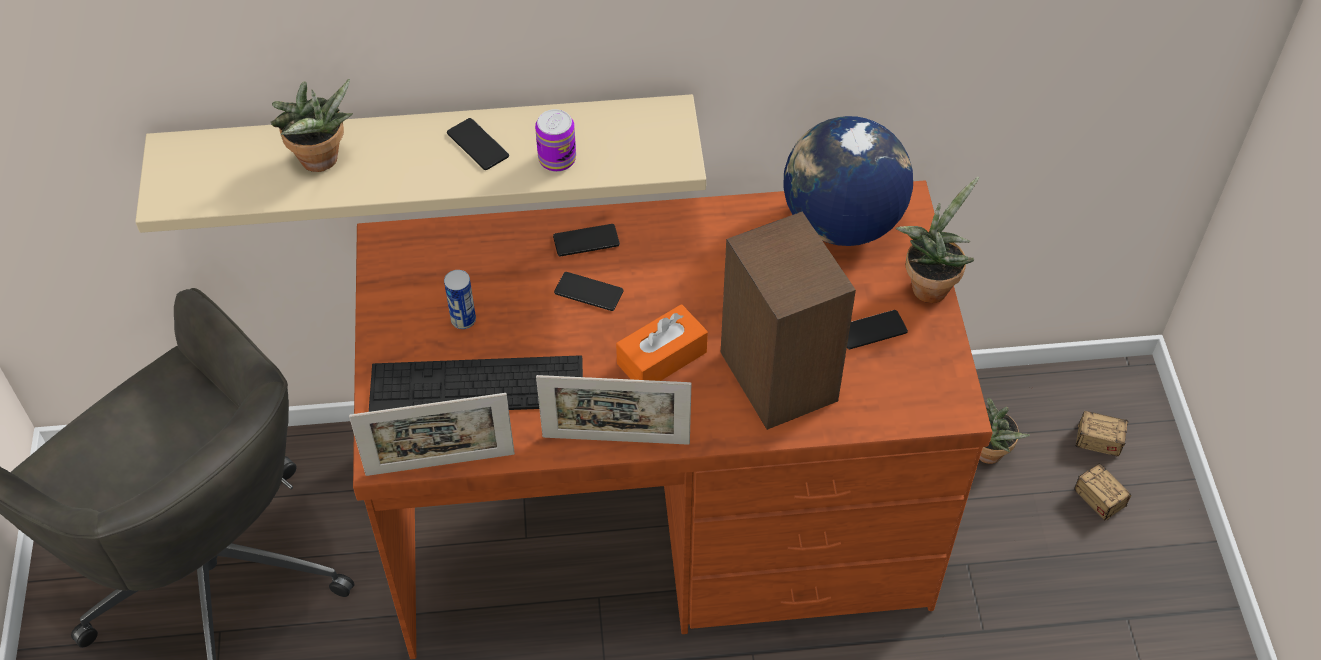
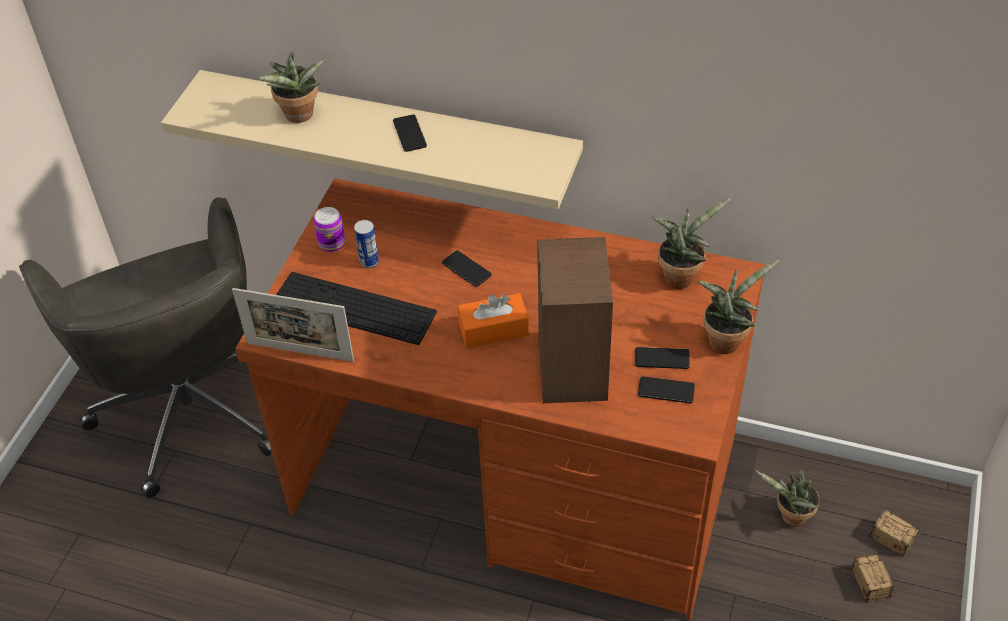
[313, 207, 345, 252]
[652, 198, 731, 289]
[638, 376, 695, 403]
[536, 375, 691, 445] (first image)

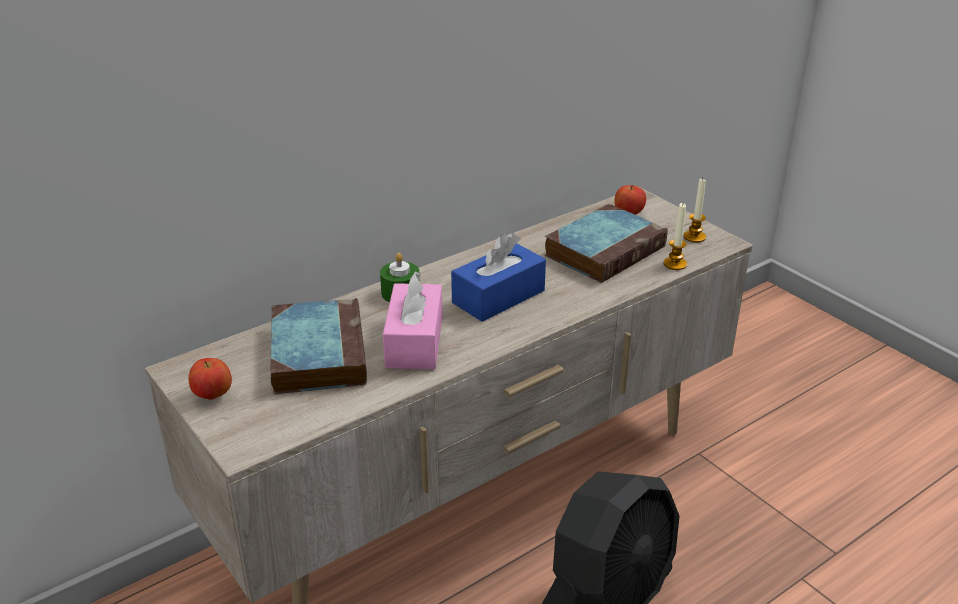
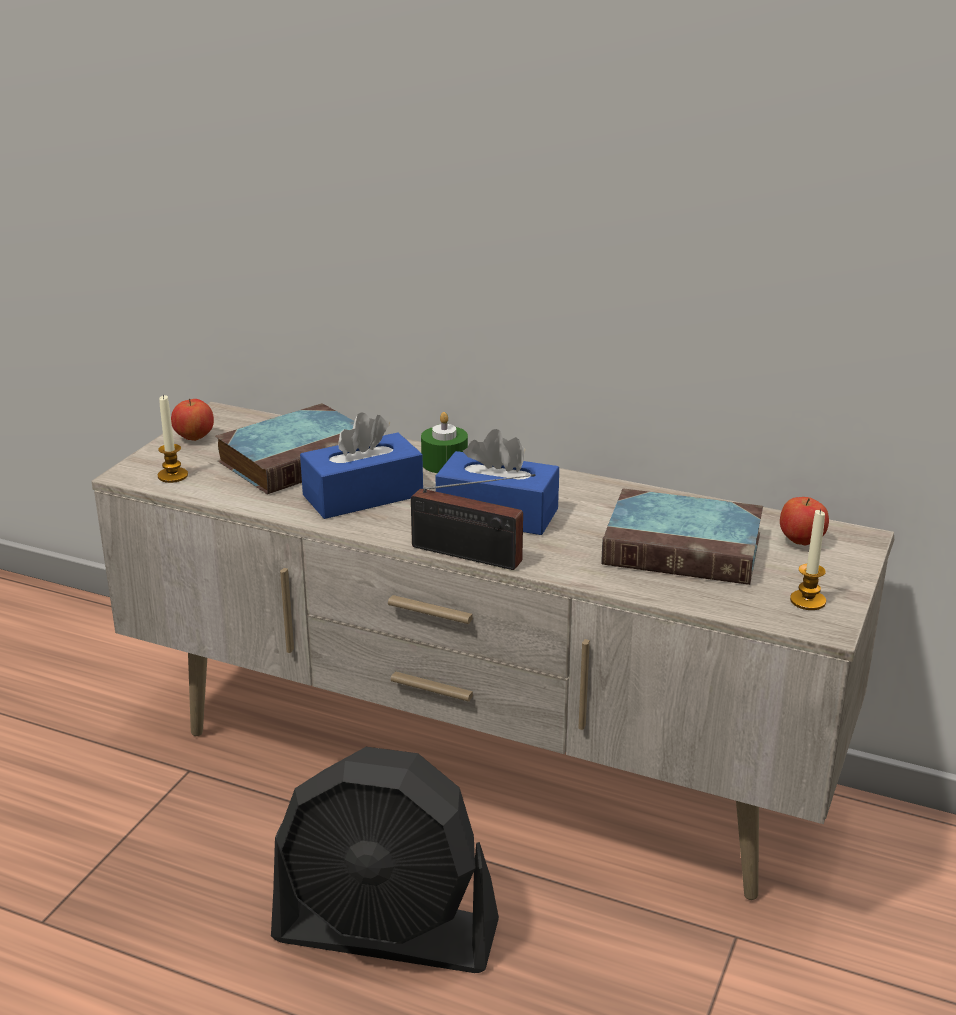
[158, 394, 188, 483]
[300, 412, 423, 519]
[411, 474, 536, 570]

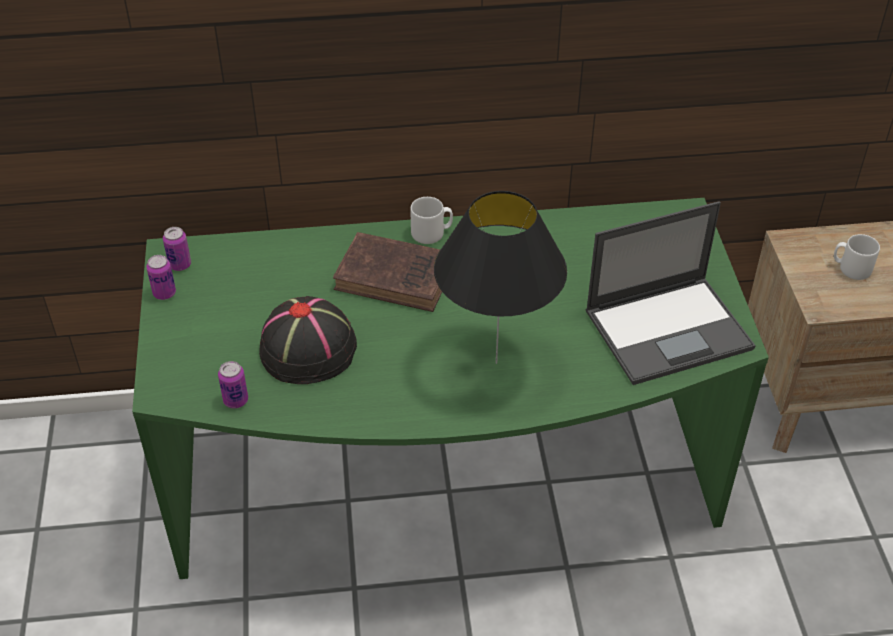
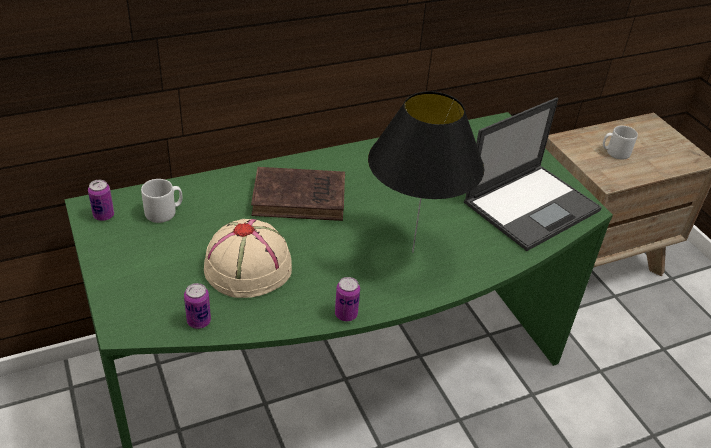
[141, 179, 182, 223]
[335, 277, 360, 321]
[204, 219, 292, 298]

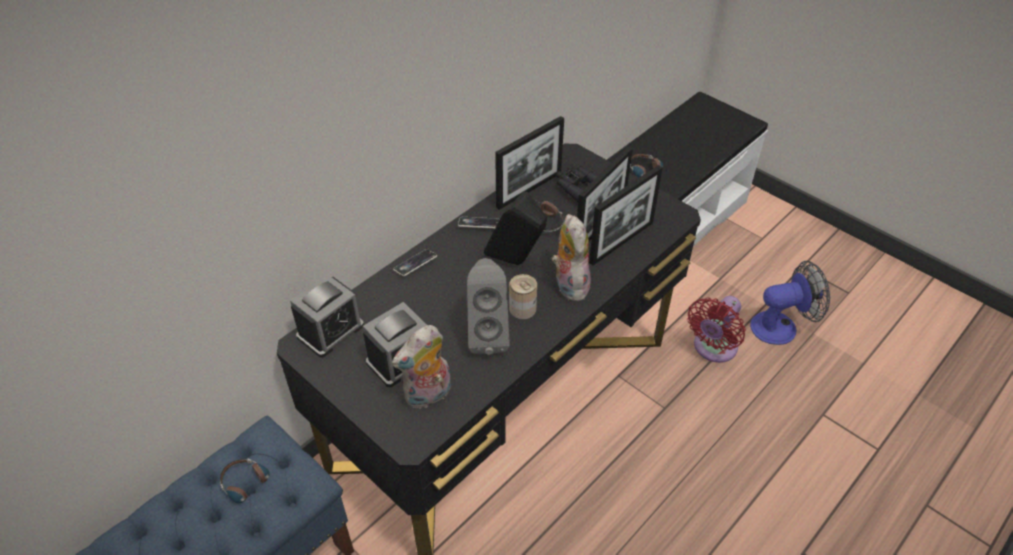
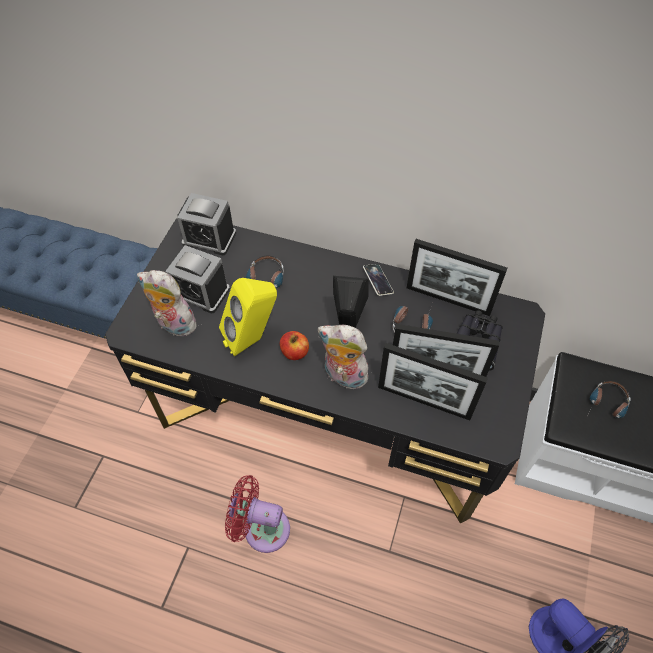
[318, 325, 368, 389]
[393, 249, 437, 276] (first image)
[219, 278, 277, 357]
[280, 331, 309, 360]
[225, 475, 290, 553]
[246, 255, 284, 288]

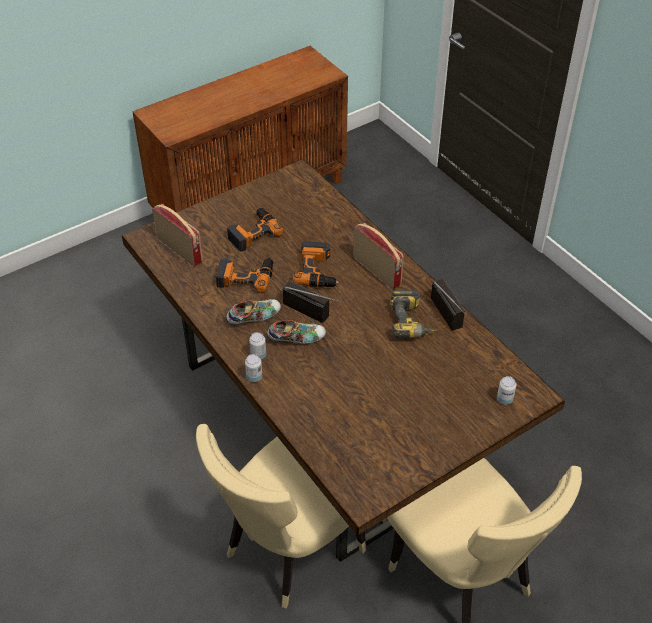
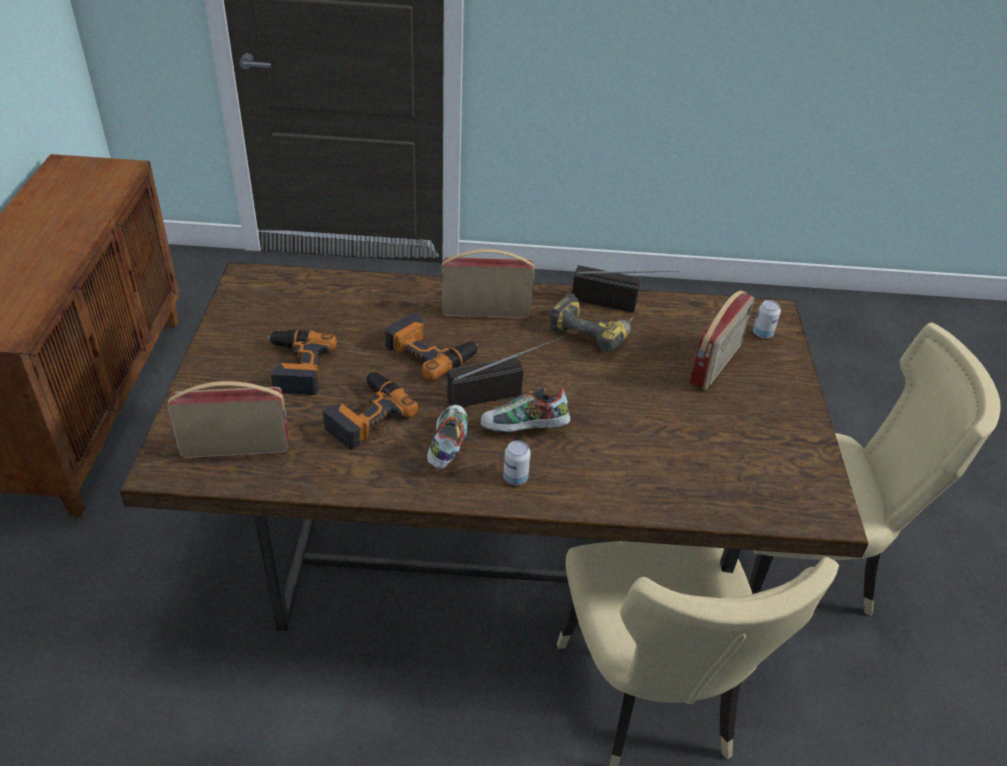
[480, 387, 571, 432]
[245, 354, 262, 382] (first image)
[689, 291, 754, 390]

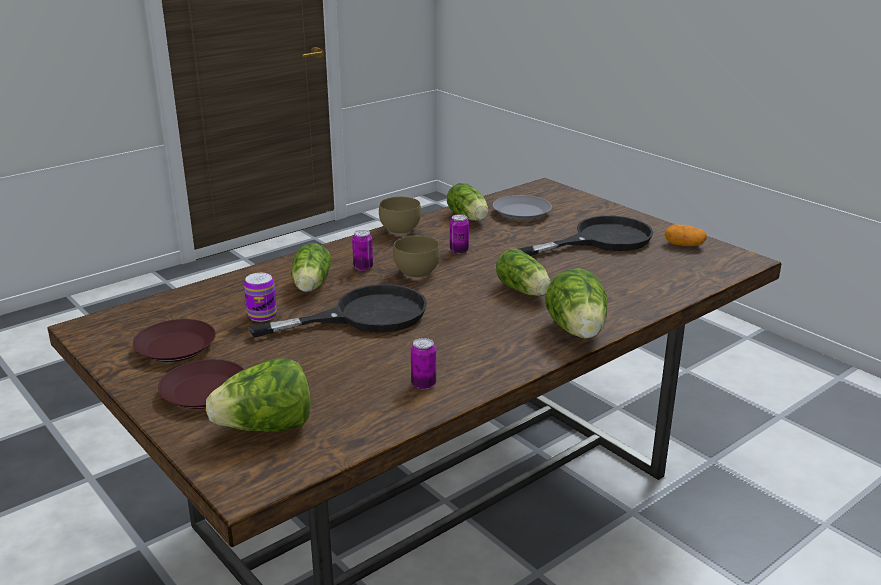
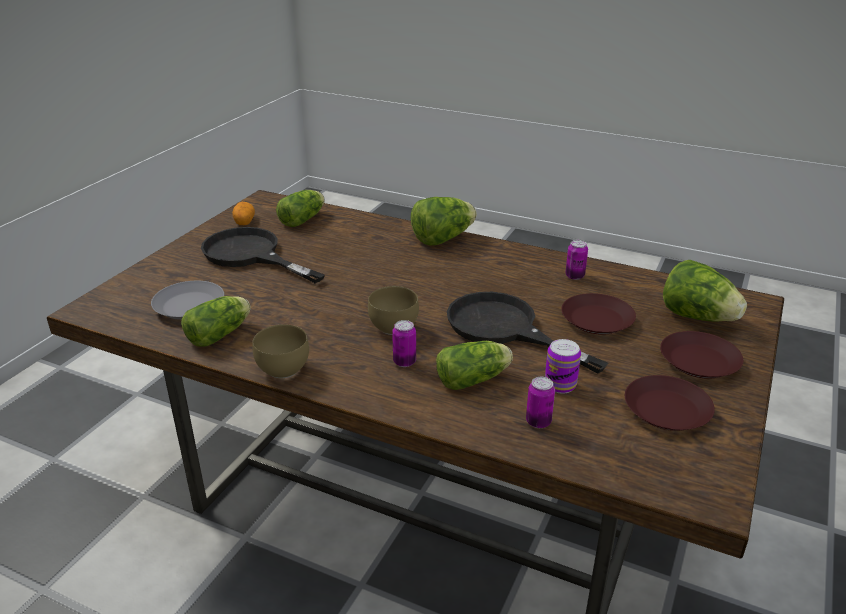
[526, 377, 555, 428]
[276, 190, 324, 227]
[561, 293, 636, 335]

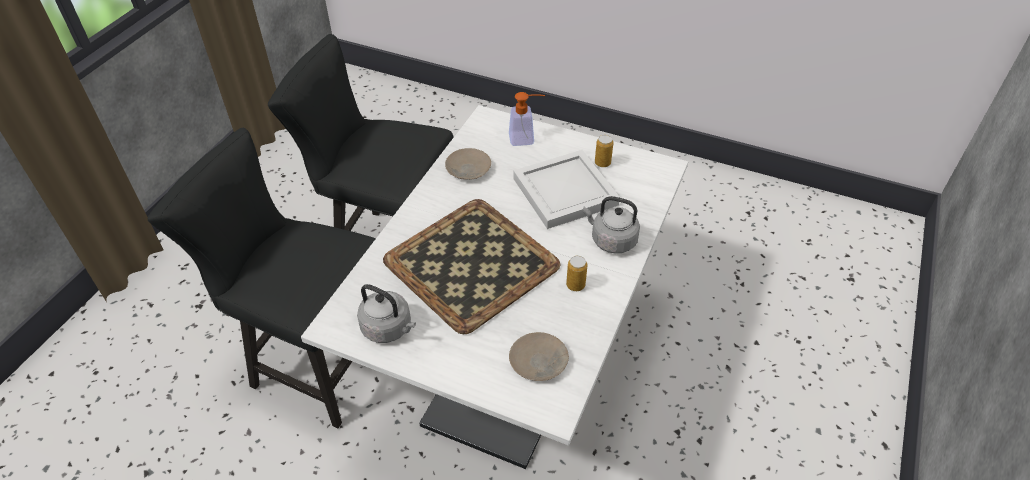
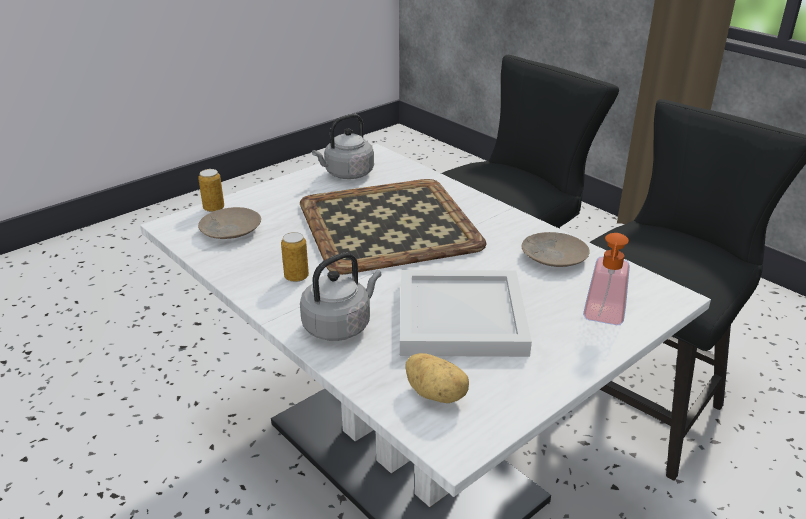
[198, 169, 224, 212]
[405, 353, 469, 403]

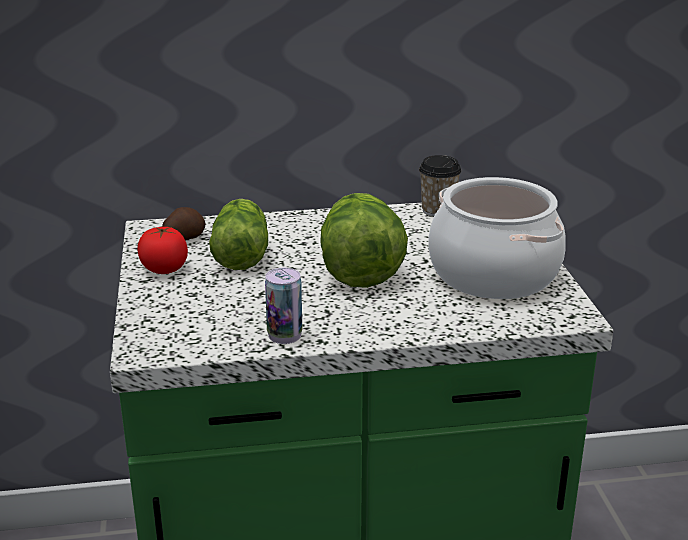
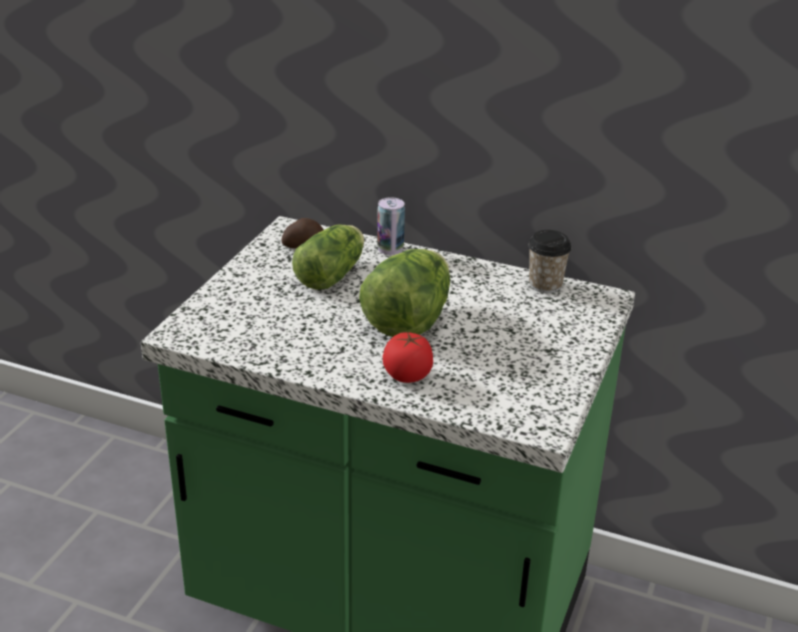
[428, 177, 566, 299] (first image)
[383, 332, 433, 383]
[377, 197, 405, 255]

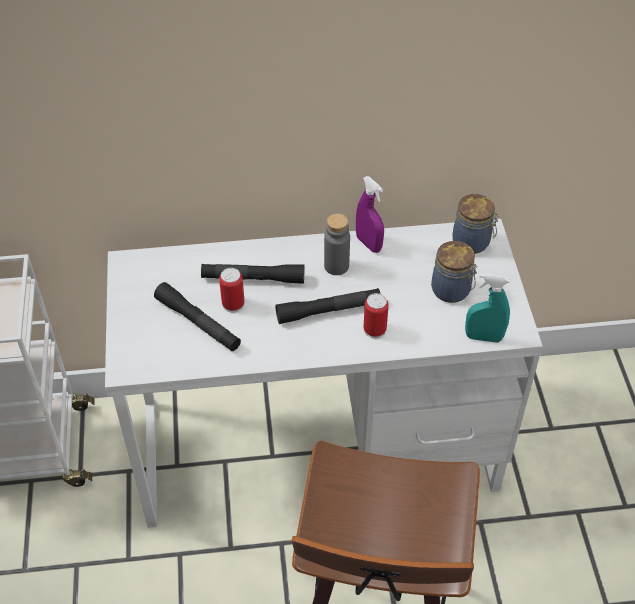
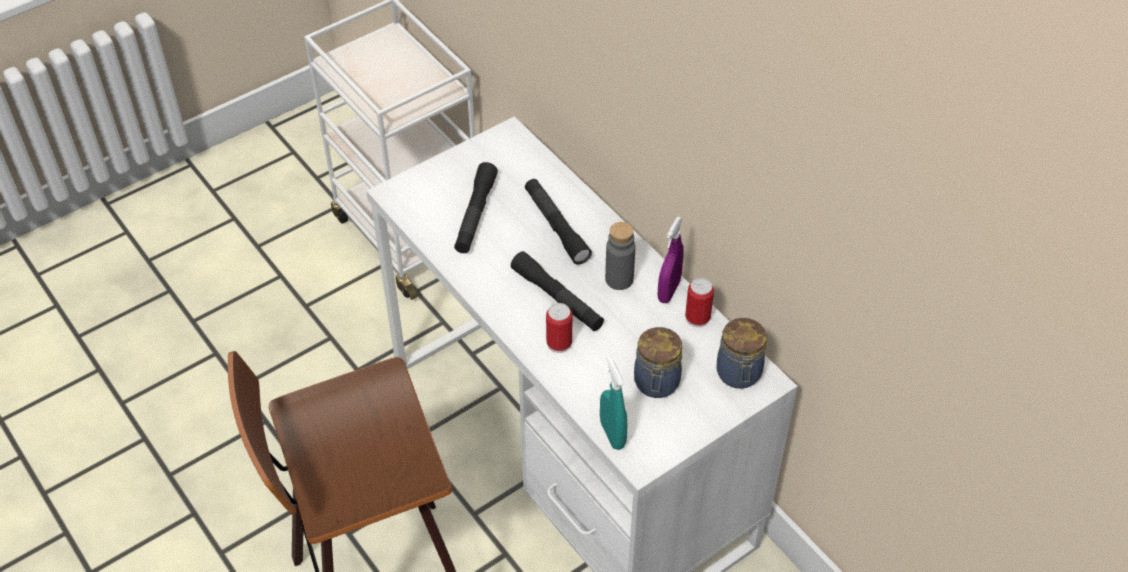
[685, 278, 714, 327]

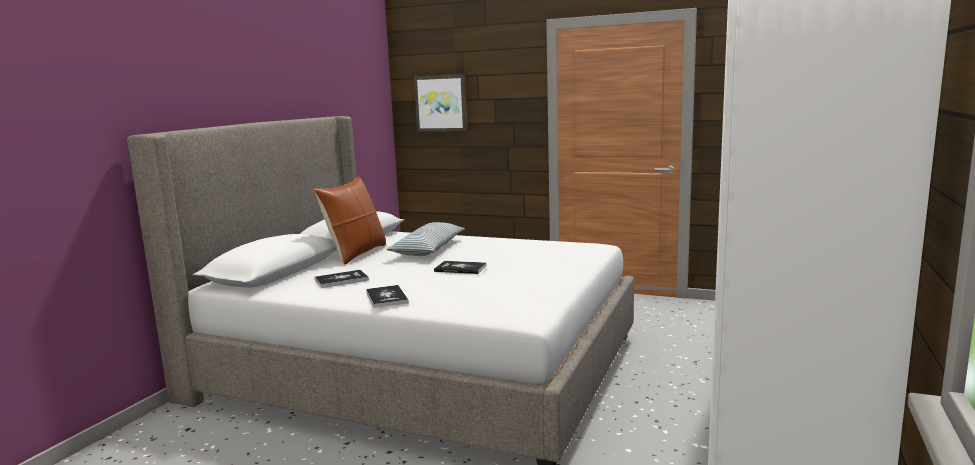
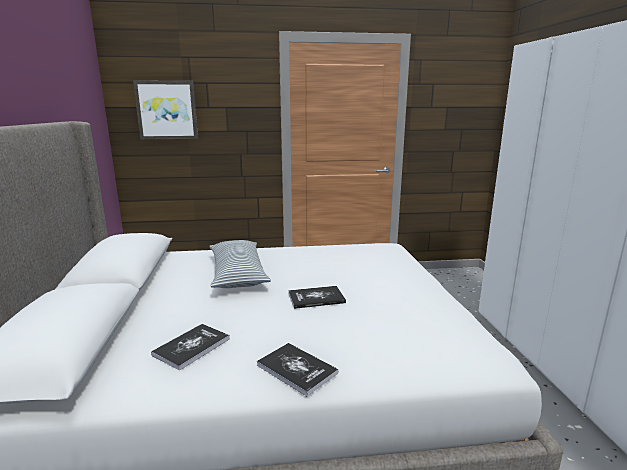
[314, 177, 386, 264] (first image)

